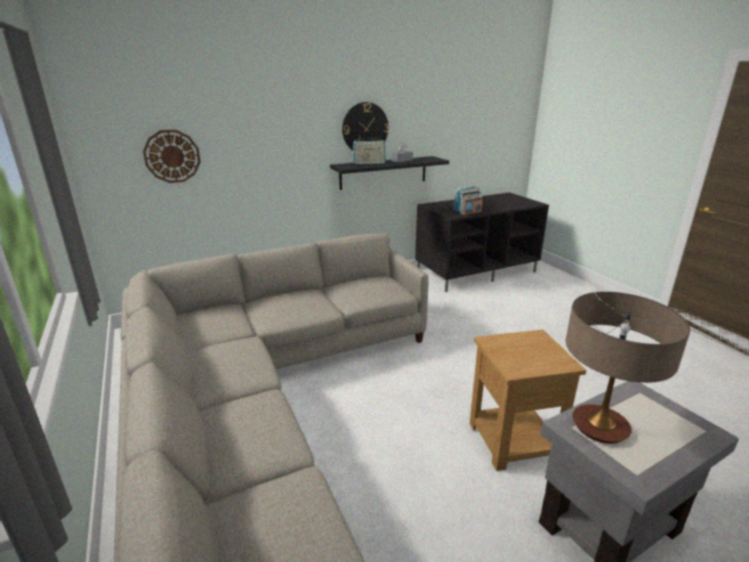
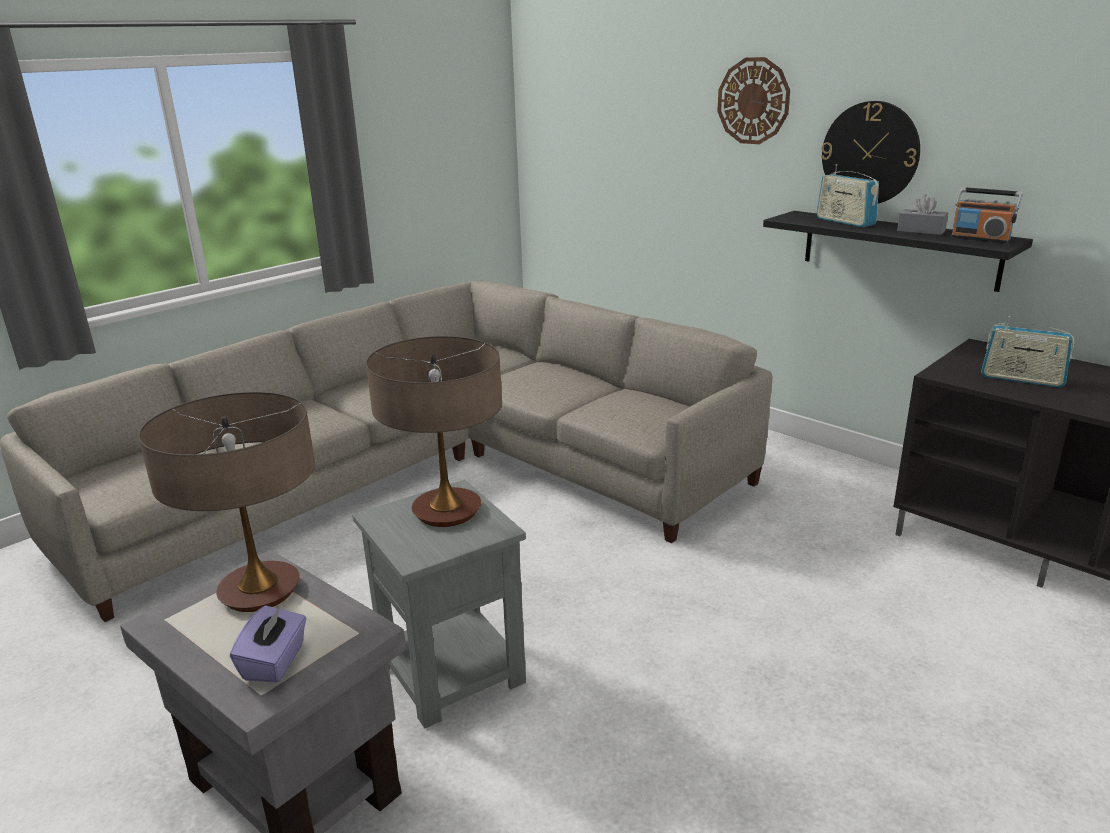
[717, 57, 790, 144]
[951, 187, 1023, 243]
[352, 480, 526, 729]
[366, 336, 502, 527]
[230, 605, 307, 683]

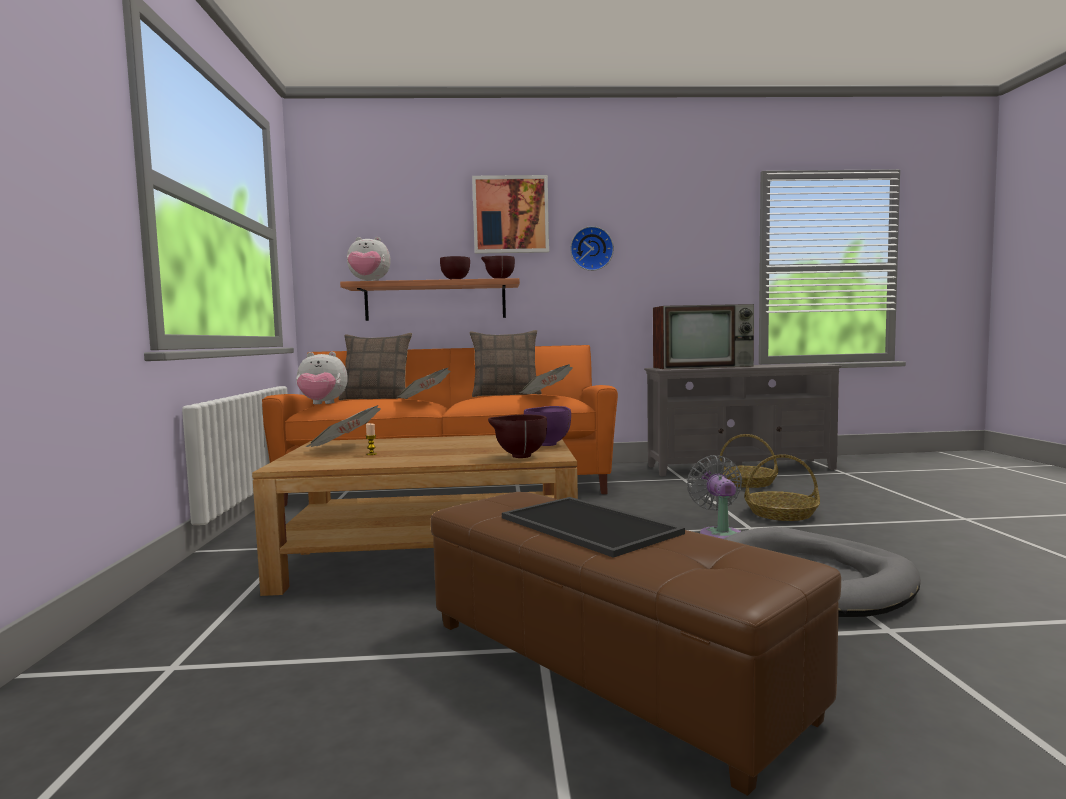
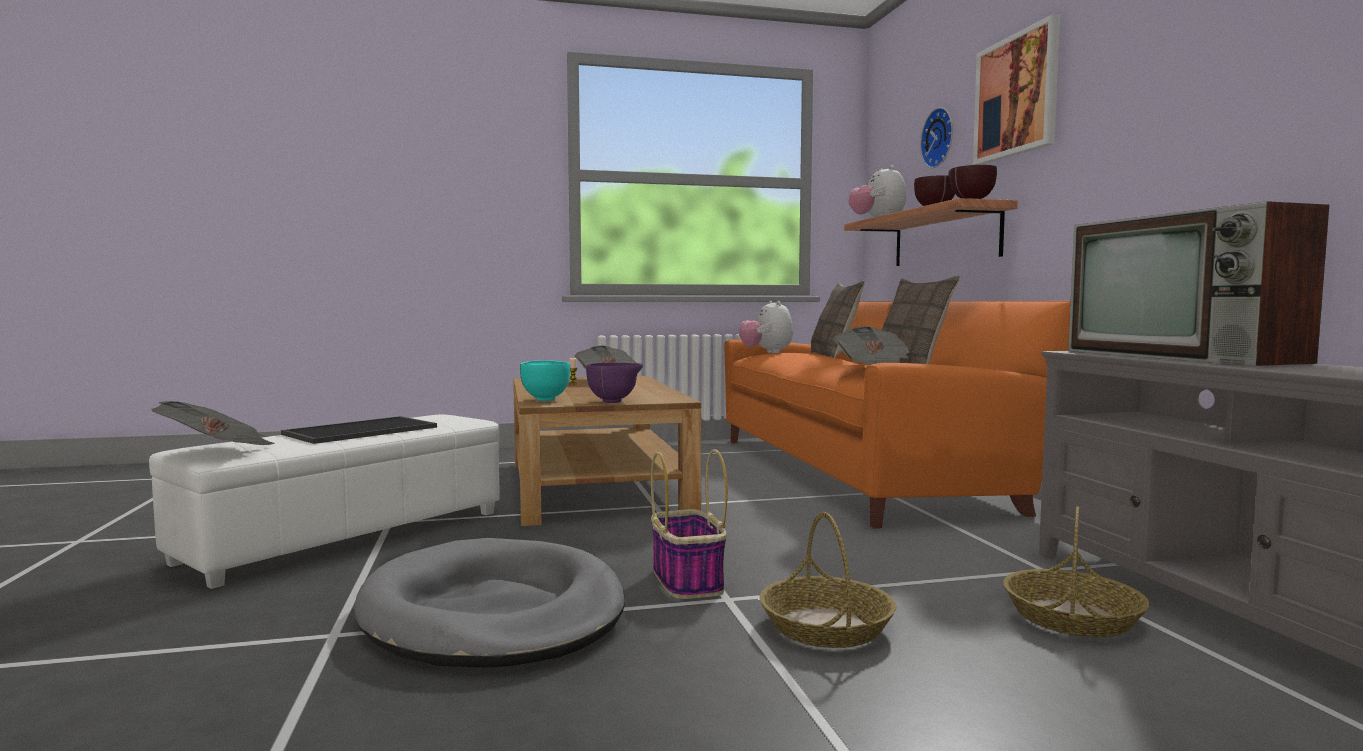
[920, 107, 953, 168]
[152, 401, 275, 445]
[520, 360, 570, 401]
[651, 449, 728, 599]
[149, 414, 500, 589]

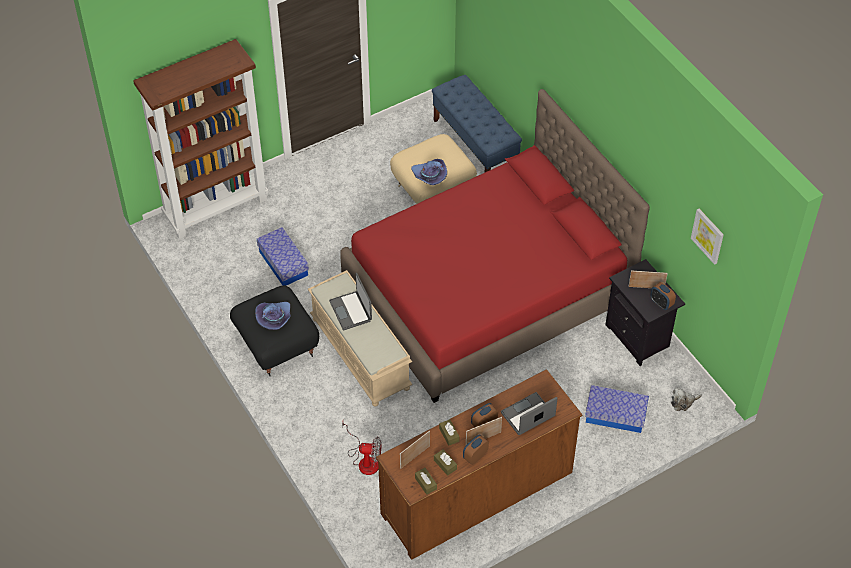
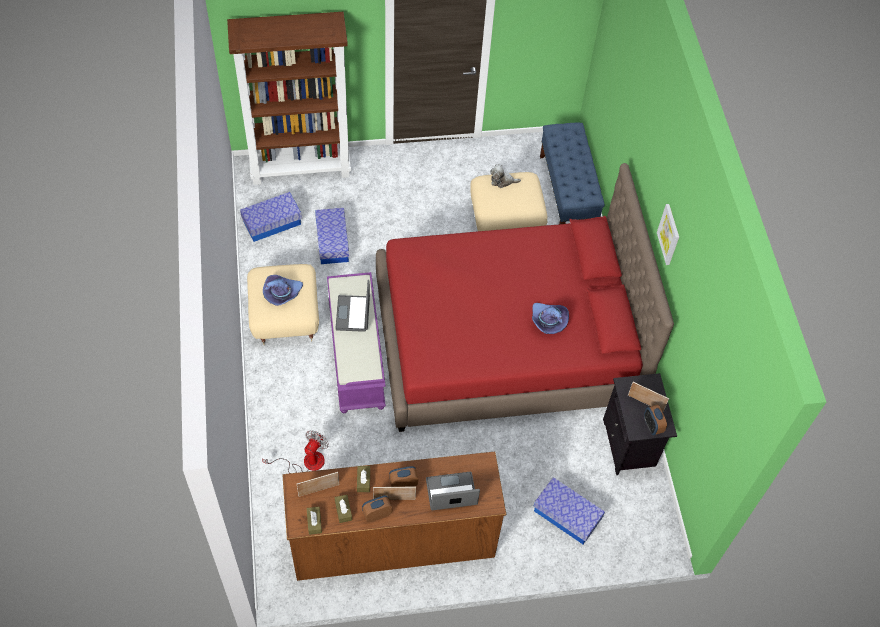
[532, 303, 569, 334]
[657, 204, 679, 265]
[327, 272, 386, 413]
[247, 264, 319, 345]
[490, 164, 521, 188]
[262, 430, 329, 473]
[240, 192, 302, 242]

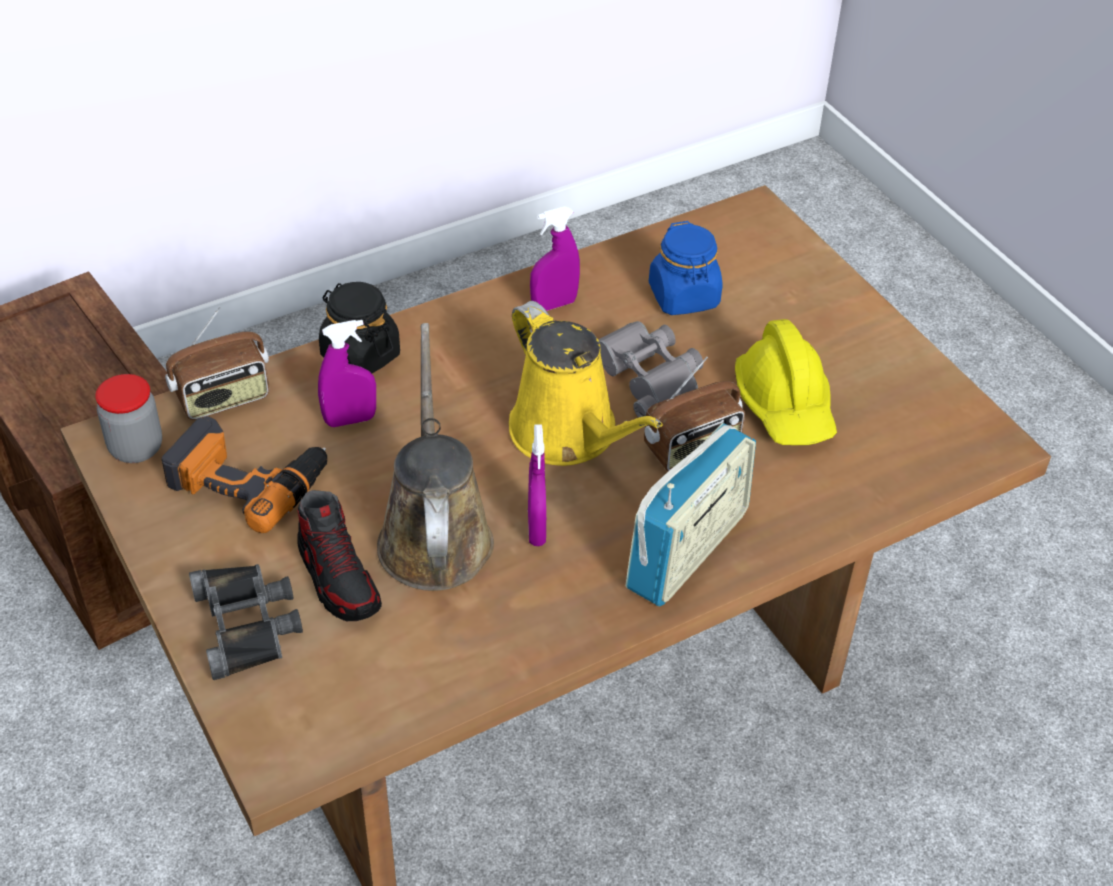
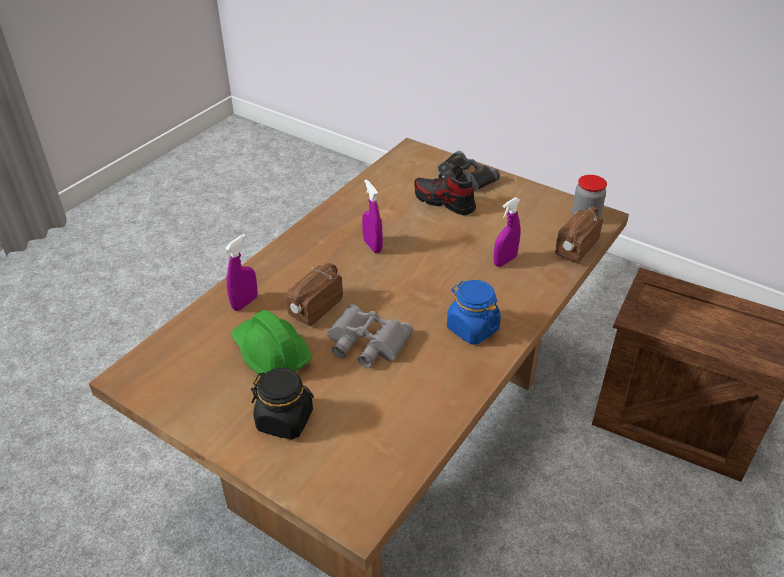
[225, 234, 258, 311]
[447, 280, 501, 344]
[251, 368, 314, 440]
[509, 301, 663, 466] (first image)
[231, 310, 312, 376]
[377, 323, 494, 591] (first image)
[161, 416, 327, 533] (first image)
[625, 423, 756, 606] (first image)

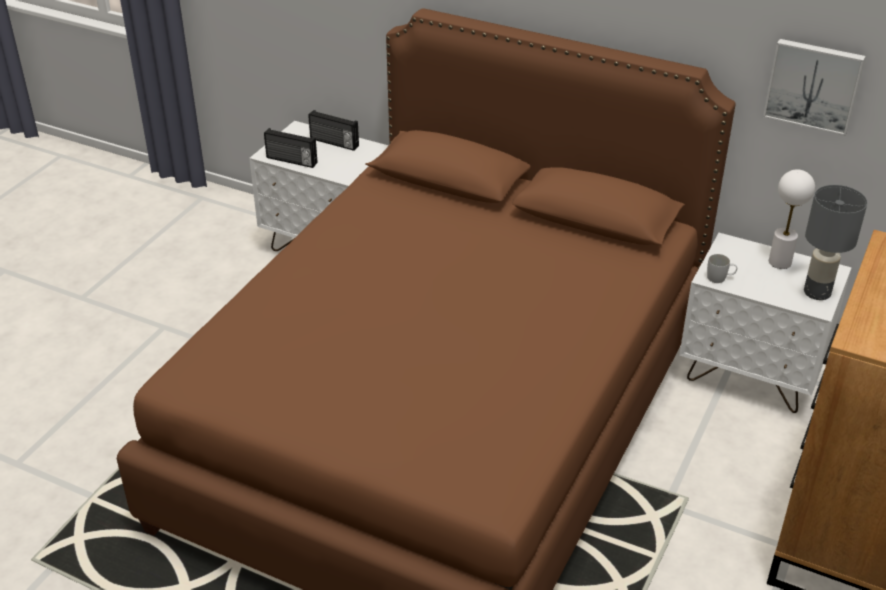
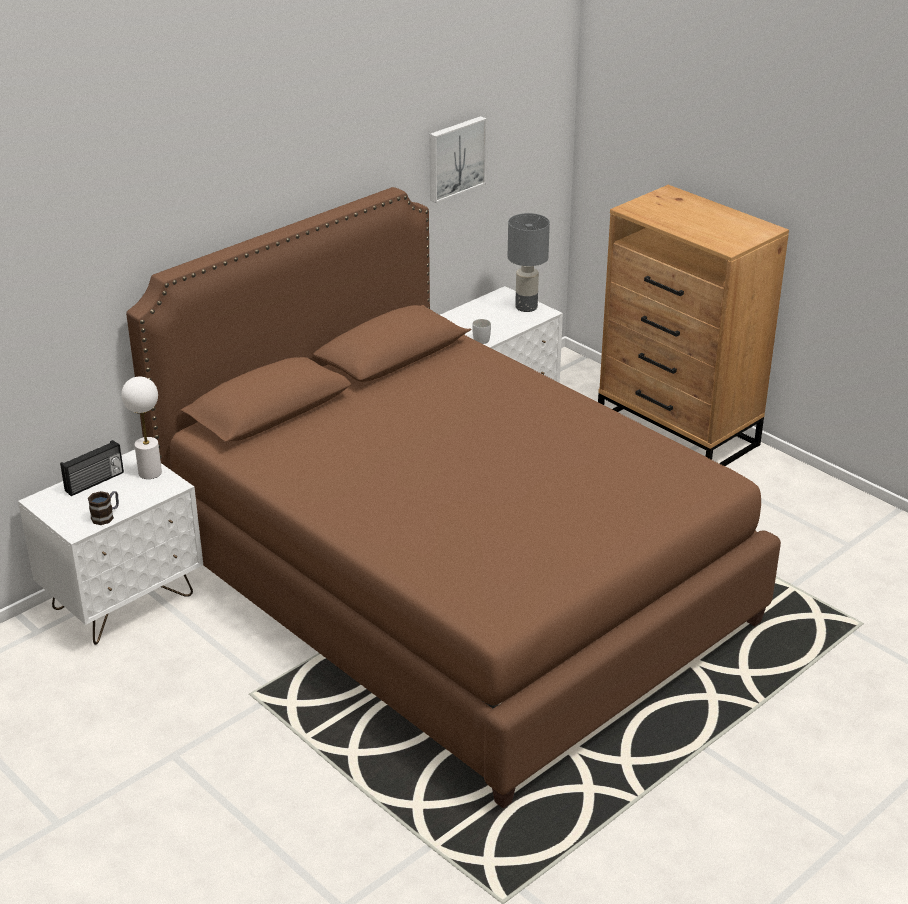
[88, 491, 119, 525]
[121, 376, 162, 479]

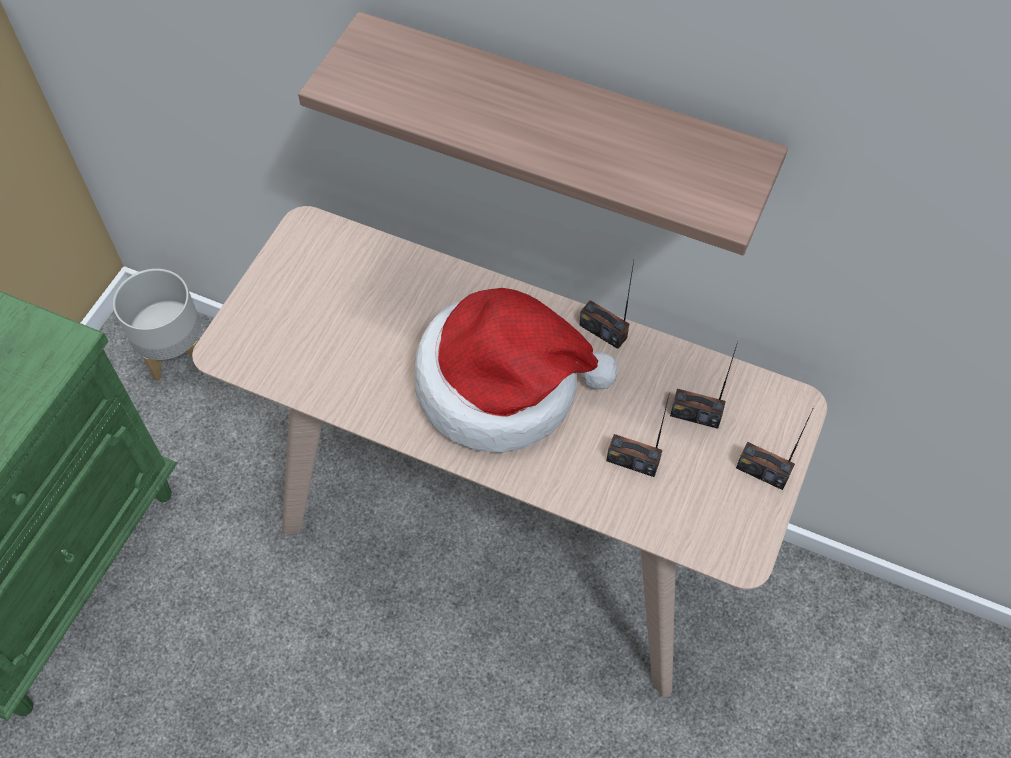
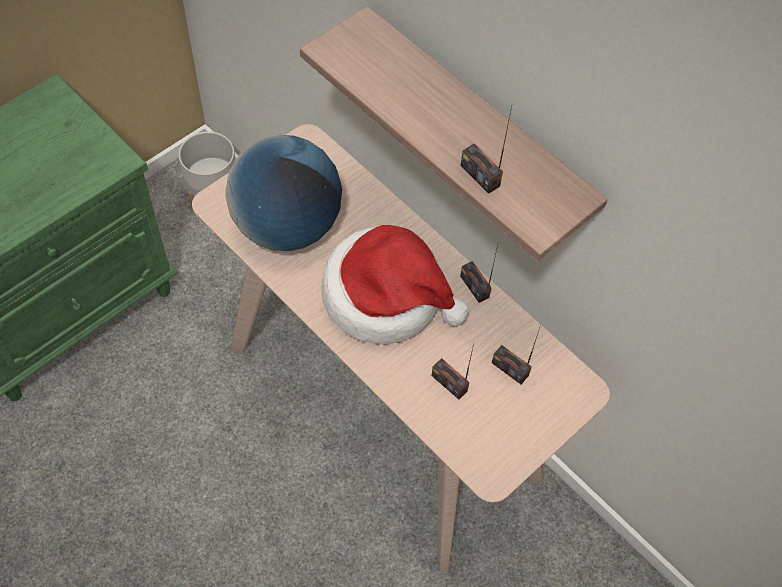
[460, 106, 512, 194]
[225, 135, 342, 251]

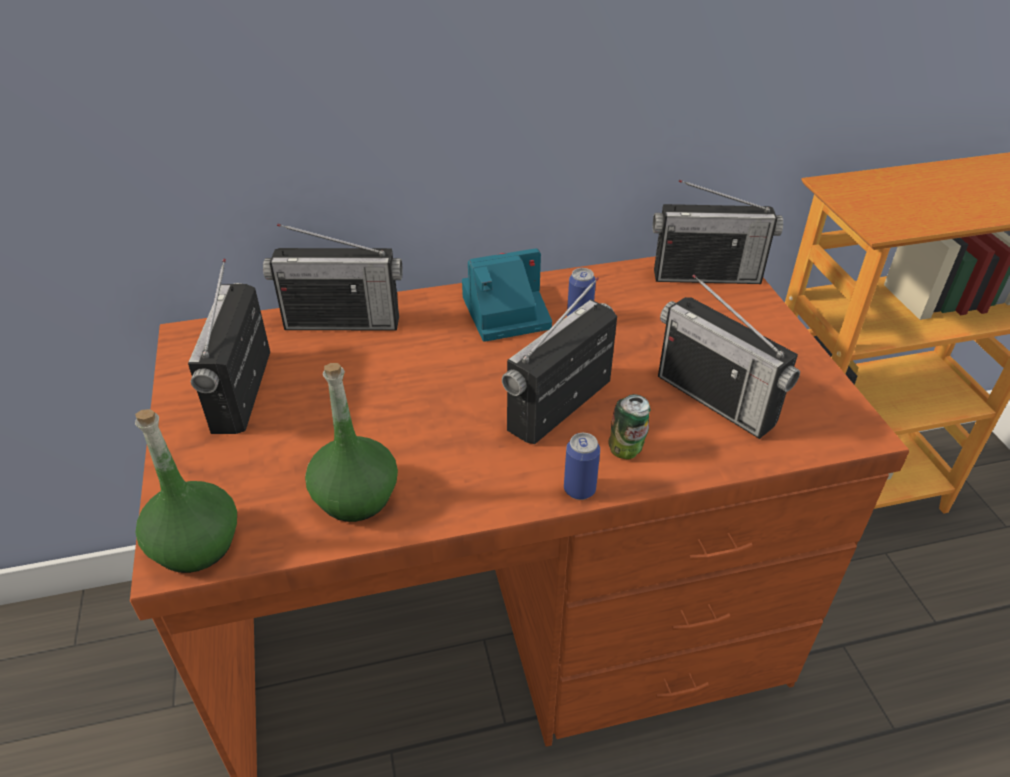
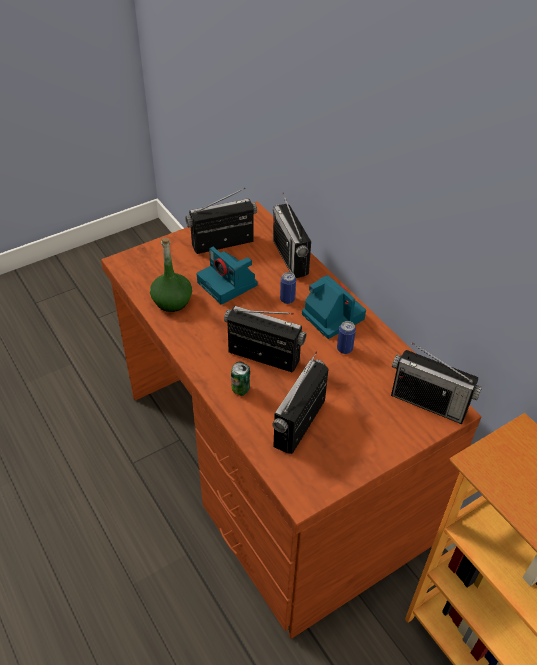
[391, 343, 482, 424]
[135, 409, 237, 573] (first image)
[280, 272, 296, 304]
[197, 247, 257, 305]

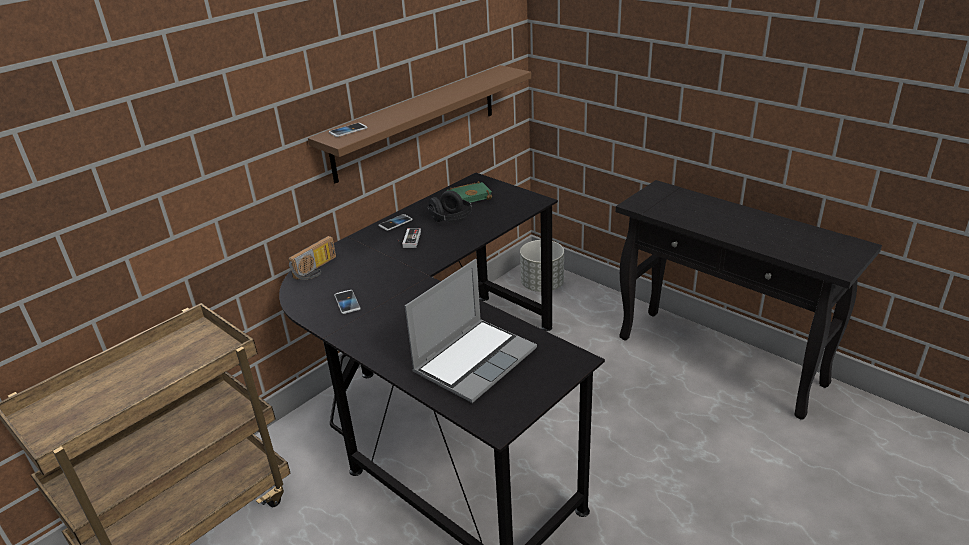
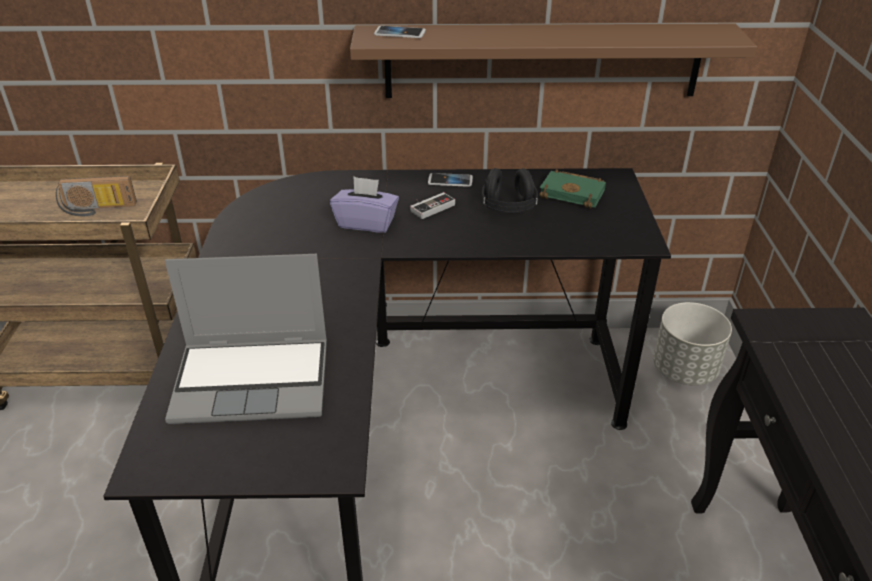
[56, 176, 137, 216]
[334, 290, 361, 314] (first image)
[330, 177, 399, 233]

